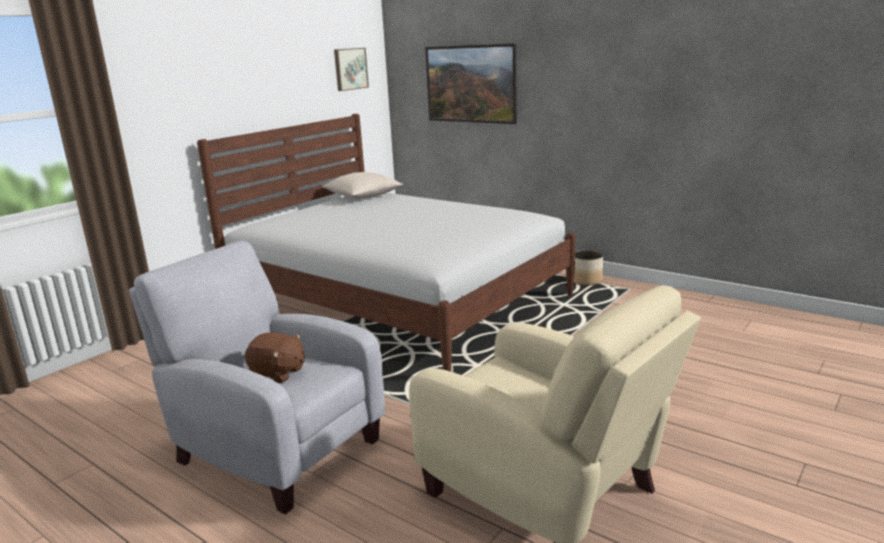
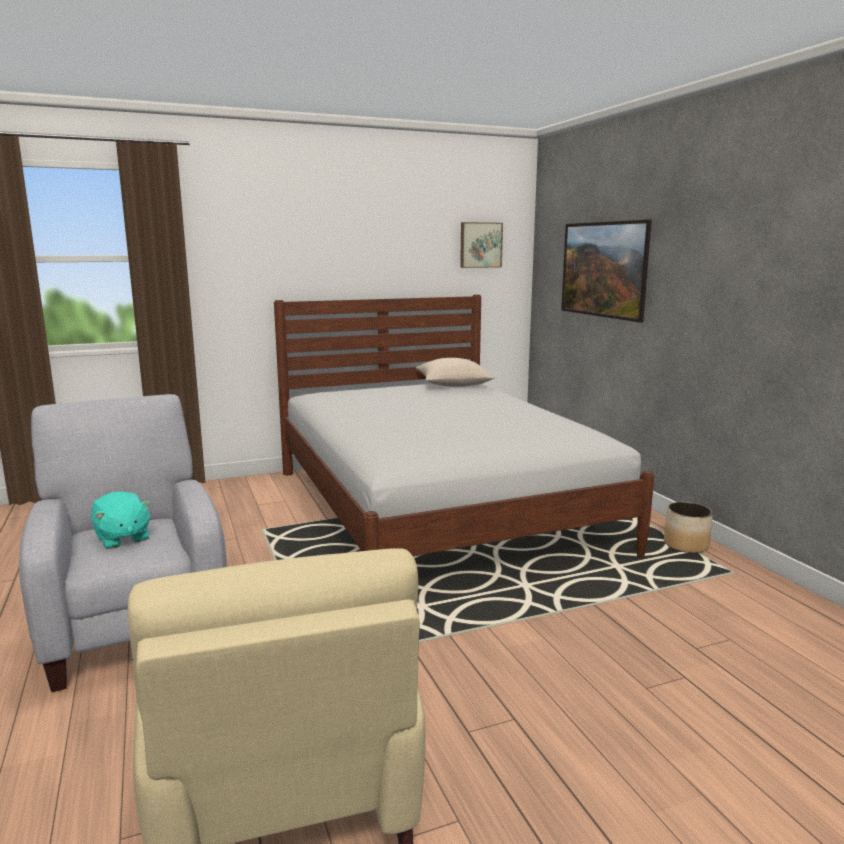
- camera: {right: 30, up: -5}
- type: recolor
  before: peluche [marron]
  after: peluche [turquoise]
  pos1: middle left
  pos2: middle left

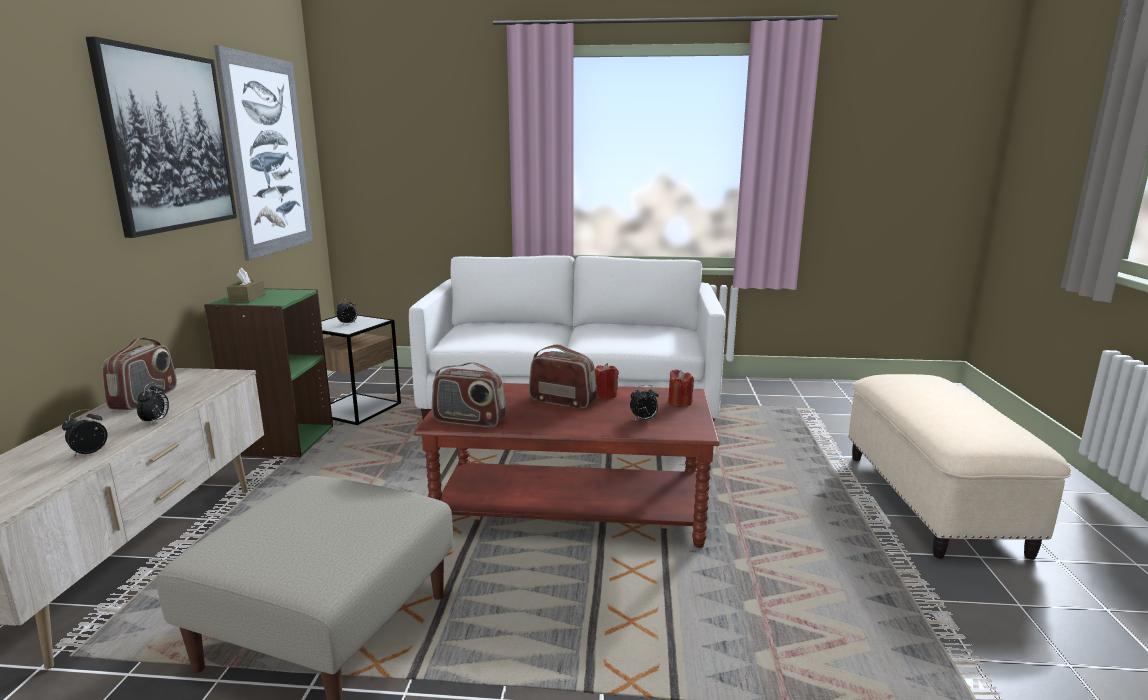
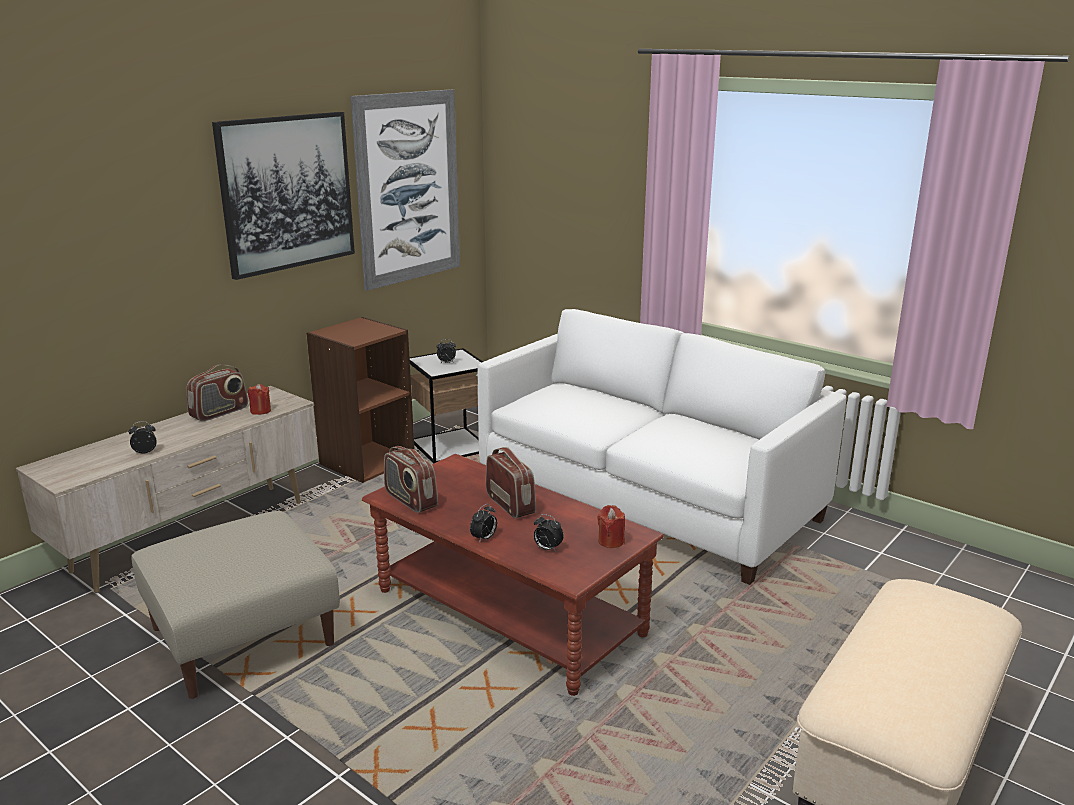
- camera: {right: 35, up: 5}
- type: move
  before: bougie [rouge] (1st from left)
  pos1: centre
  pos2: middle left
- type: recolor
  before: bibliothèque [vert]
  after: bibliothèque [marron]
  pos1: middle left
  pos2: centre
- type: move
  before: réveil (2nd from left in the first image)
  after: réveil (3rd from left)
  pos1: middle left
  pos2: centre
- type: delete
  before: boîte à mouchoirs [marron]
  pos1: middle left

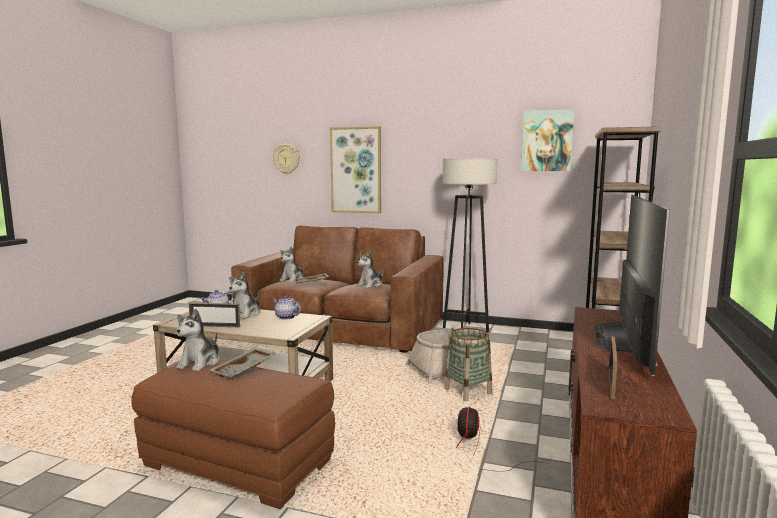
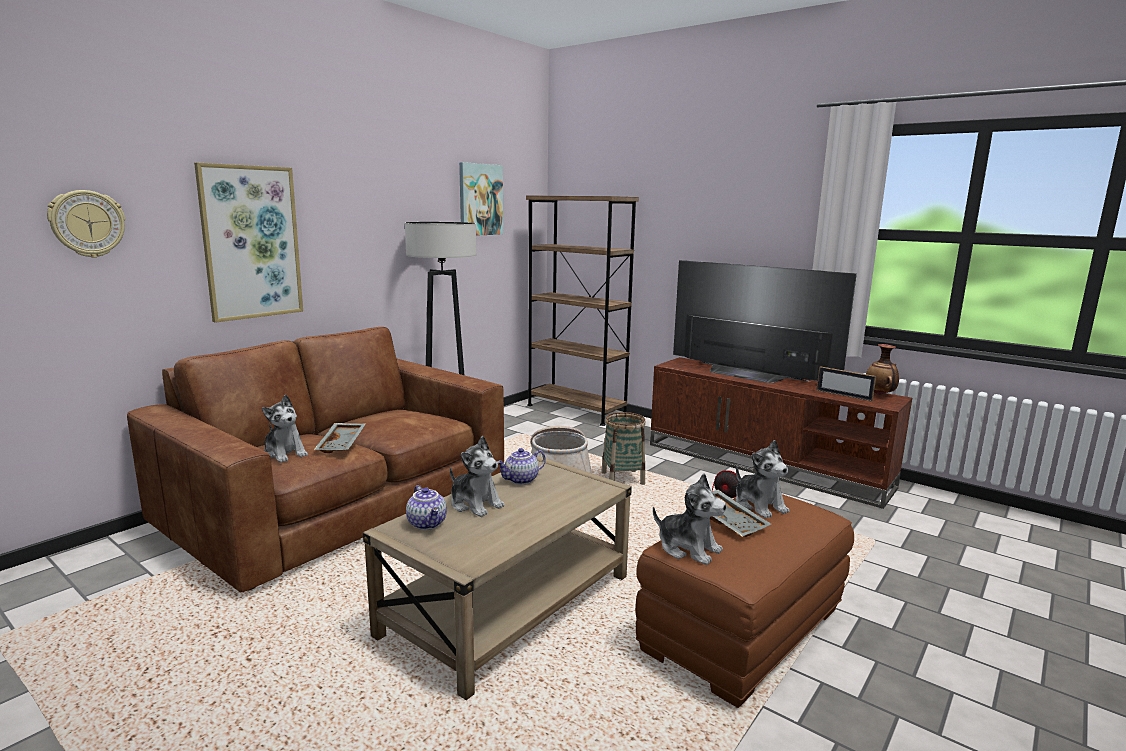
- camera: {right: -70, up: 5}
- type: move
  before: peluche (4th from left)
  pos1: centre
  pos2: middle right
- type: insert
  after: vase
  pos2: middle right
- type: delete
  before: cadre photo (1st from left)
  pos1: middle left

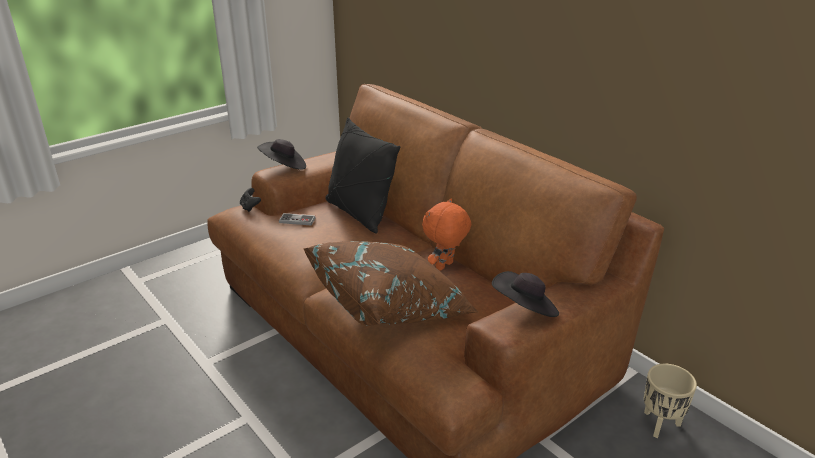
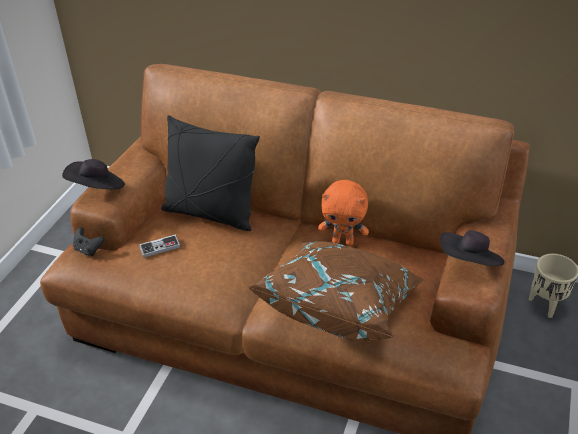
- camera: {right: -30, up: 10}
- type: rotate
  before: peluche [orange]
  pos1: centre
  pos2: centre
  turn: -90

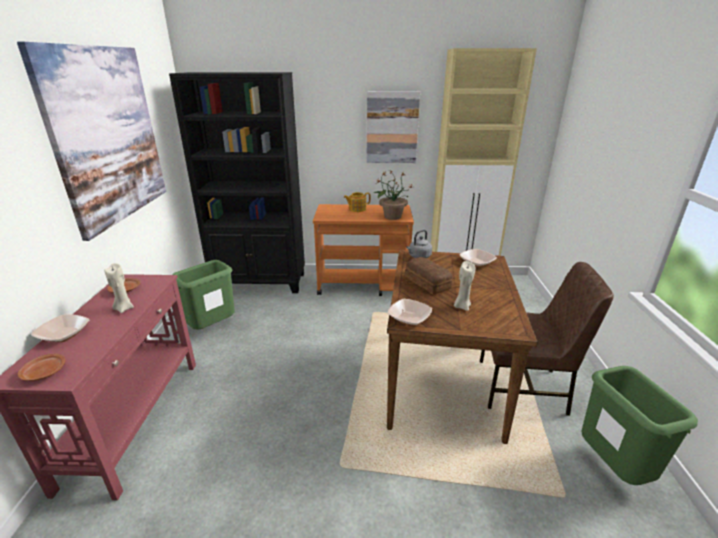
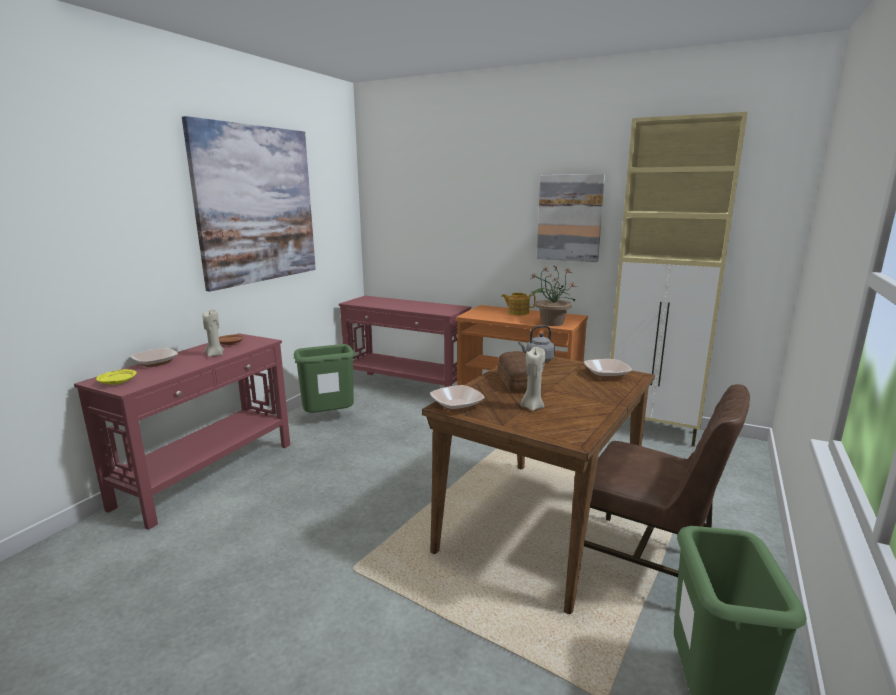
- camera: {right: 25, up: -10}
- type: recolor
  before: assiette [marron] (1st from left)
  after: assiette [jaune]
  pos1: bottom left
  pos2: middle left
- type: replace
  before: bibliothèque [noir]
  after: table console [rouge] (2nd from left)
  pos1: middle left
  pos2: centre

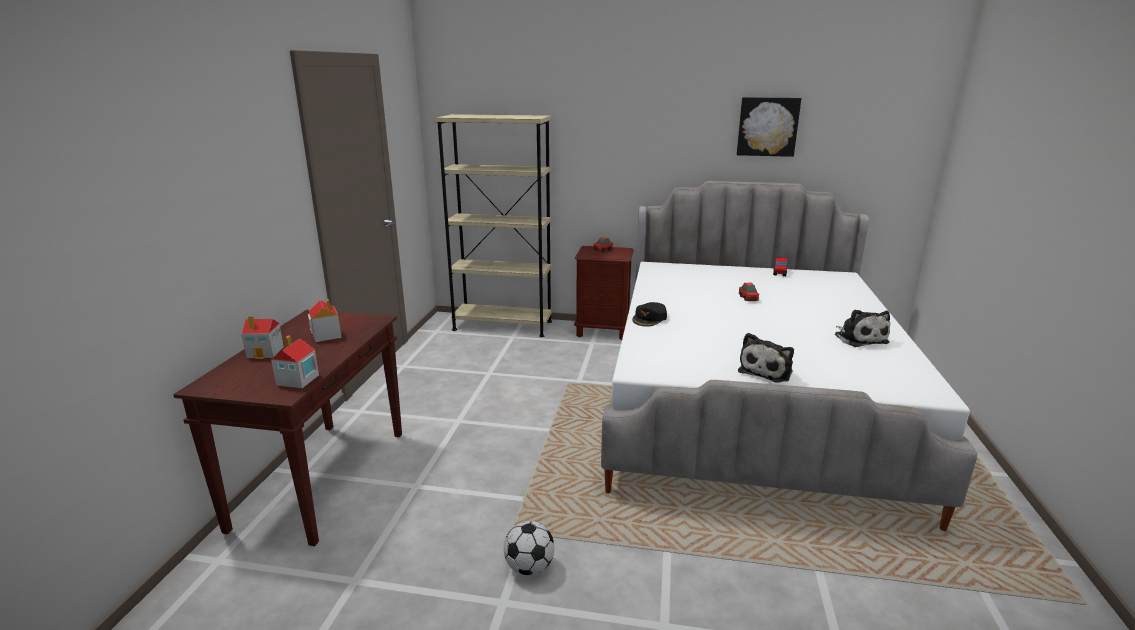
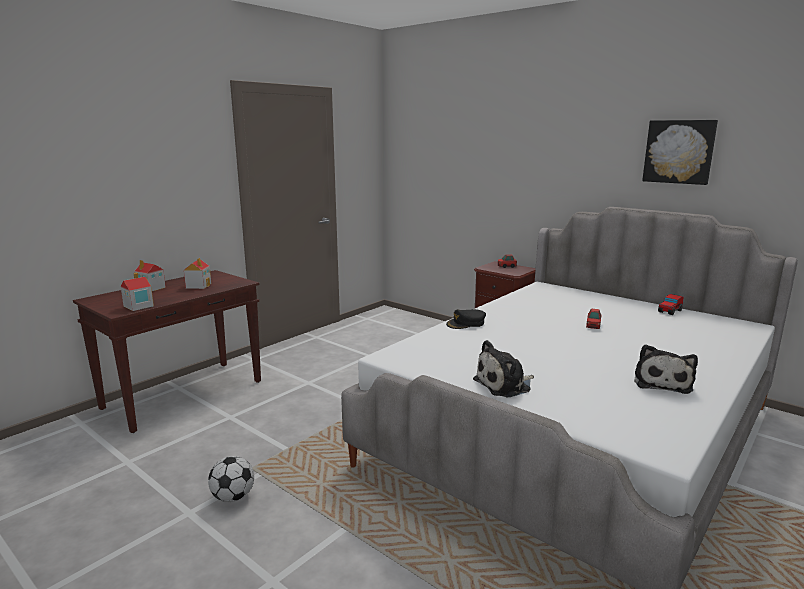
- camera: {right: 30, up: -5}
- type: delete
  before: bibliothèque [beige]
  pos1: centre

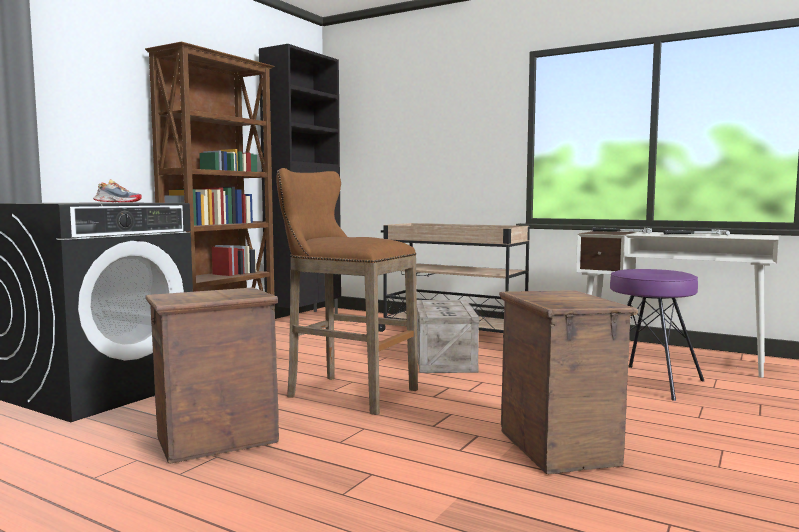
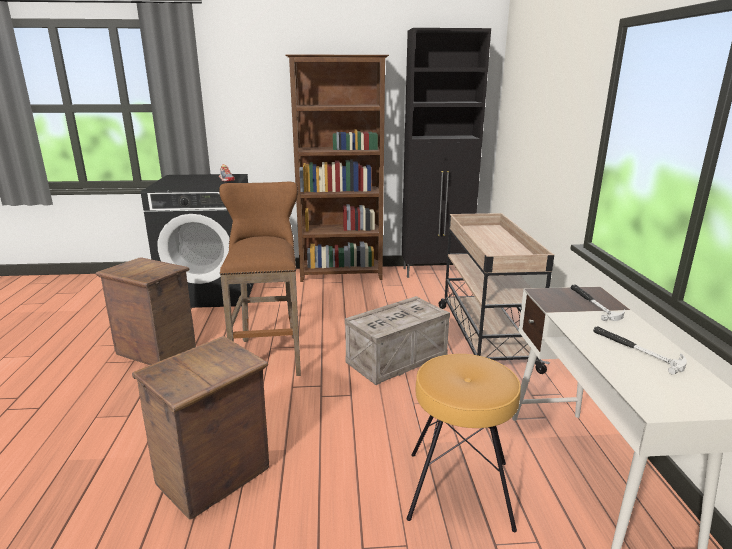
- camera: {right: 55, up: 15}
- type: recolor
  before: tabouret [violet]
  after: tabouret [marron] (2nd from left)
  pos1: middle right
  pos2: bottom centre

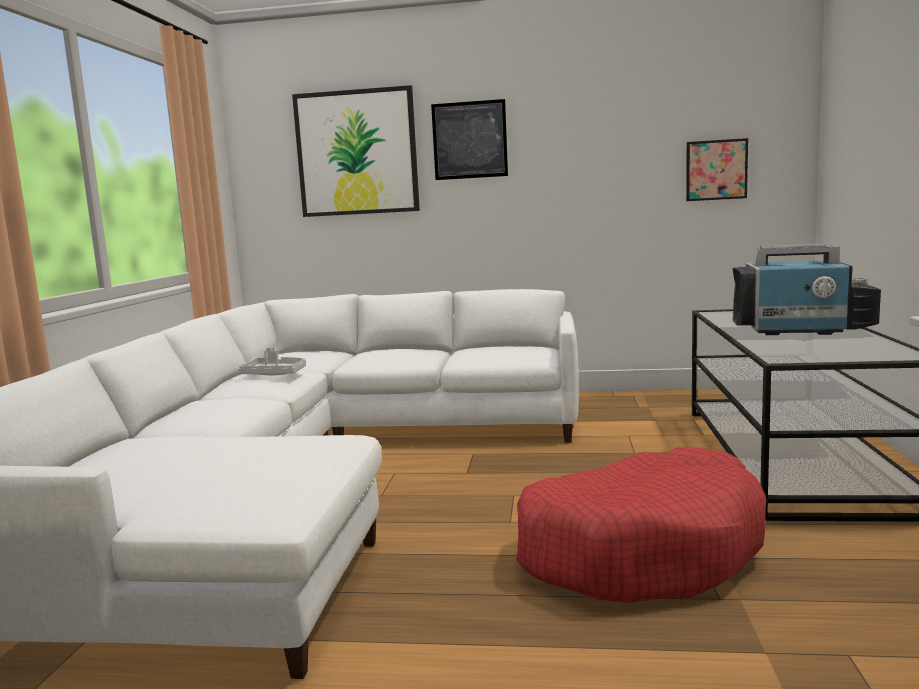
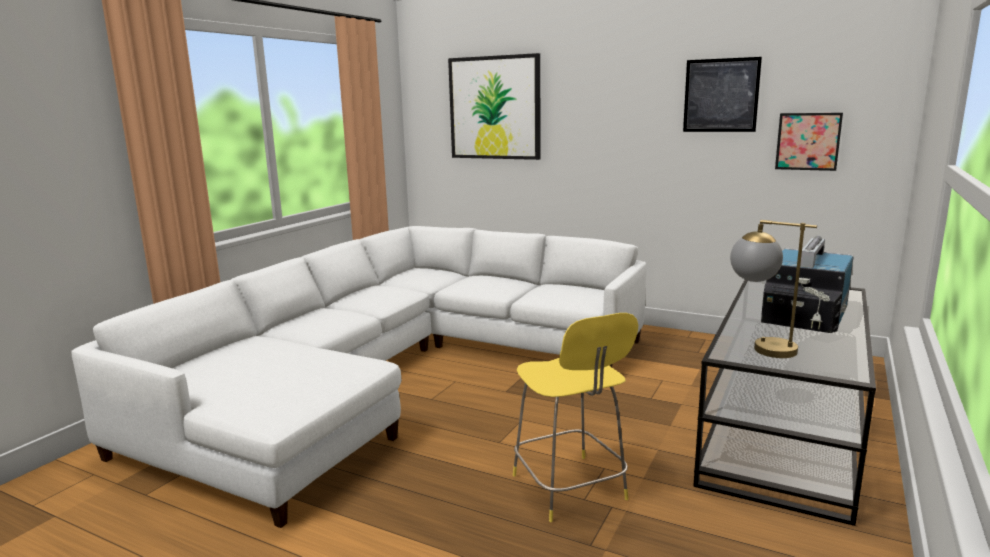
- camera: {right: 20, up: 5}
- type: replace
  before: panier pour chien [rouge]
  after: tabouret [jaune]
  pos1: bottom right
  pos2: bottom centre
- type: move
  before: tableau (2nd from left)
  pos1: top centre
  pos2: top right
- type: insert
  after: lampe de table
  pos2: middle right
- type: rotate
  before: téléviseur
  pos1: middle right
  pos2: middle right
  turn: 90
- type: delete
  before: plateau [gris]
  pos1: middle left

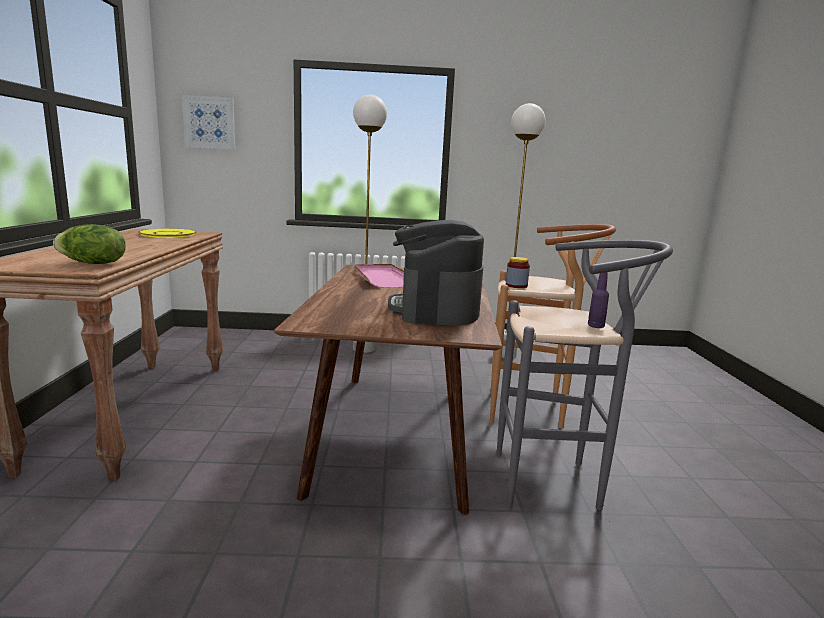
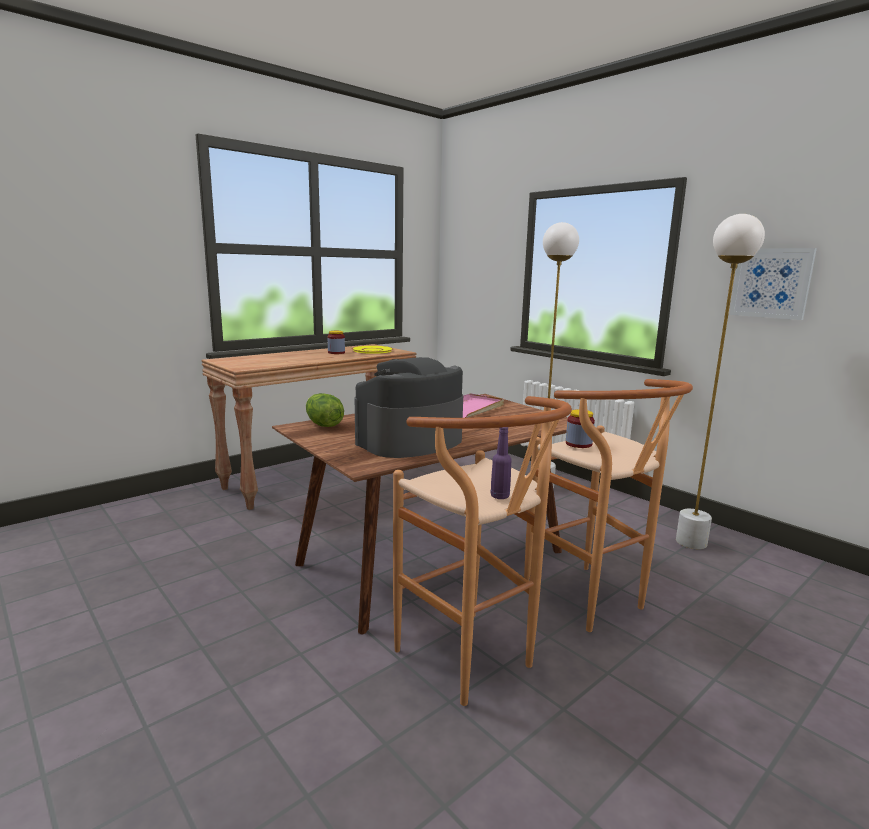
- camera: {right: 50, up: 0}
- type: move
  before: laitue
  pos1: middle left
  pos2: centre
- type: insert
  after: bocal (1st from left)
  pos2: centre
- type: recolor
  before: tabouret [gris]
  after: tabouret [marron] (1st from left)
  pos1: middle right
  pos2: centre
- type: move
  before: tableau
  pos1: top left
  pos2: middle right

